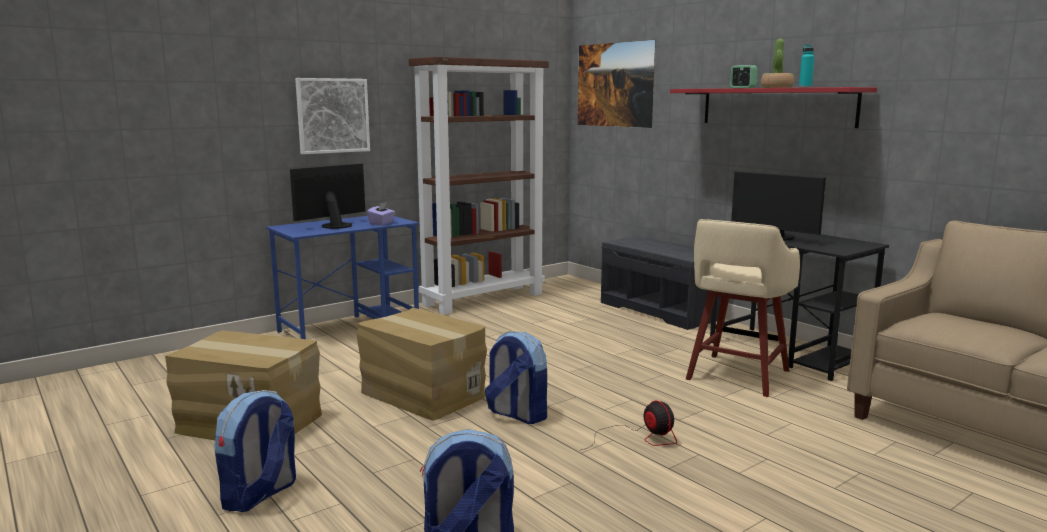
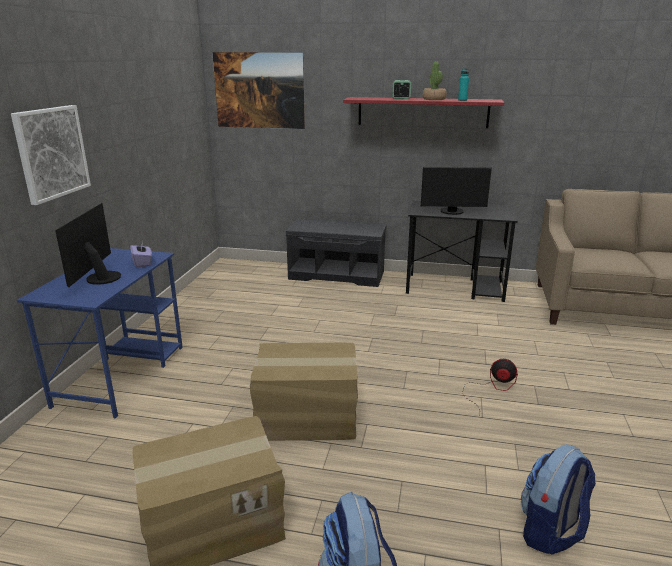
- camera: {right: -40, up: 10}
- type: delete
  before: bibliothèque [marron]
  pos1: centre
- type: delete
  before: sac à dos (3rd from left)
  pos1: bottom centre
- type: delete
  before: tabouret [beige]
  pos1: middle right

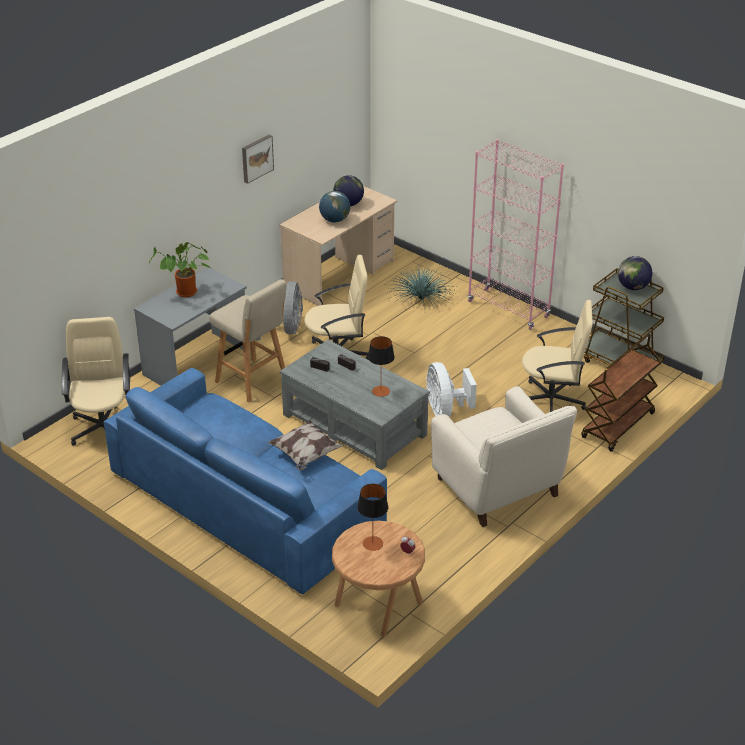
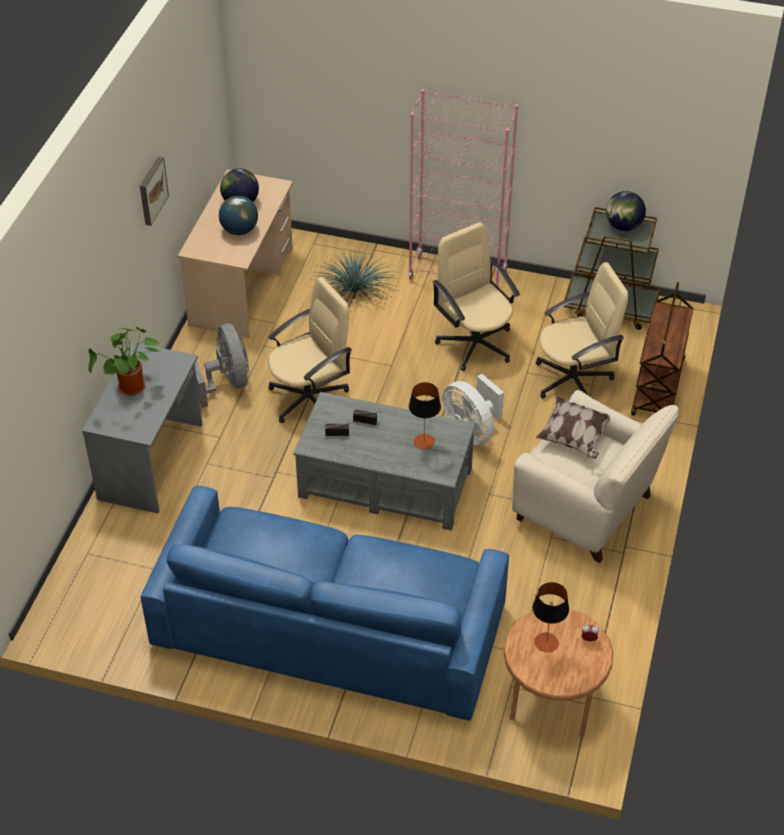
- camera: {right: -25, up: 10}
- type: move
  before: chaise de bureau [beige] (1st from left in the first image)
  after: chaise de bureau [beige] (2nd from left)
  pos1: middle left
  pos2: centre
- type: move
  before: coussin
  pos1: centre
  pos2: middle right
- type: delete
  before: tabouret [beige]
  pos1: middle left

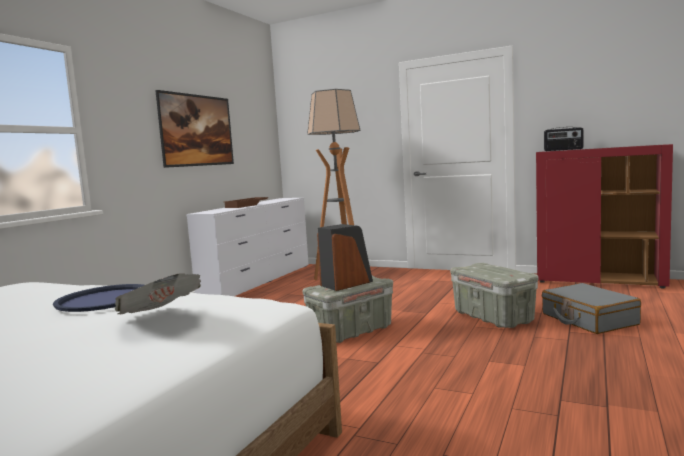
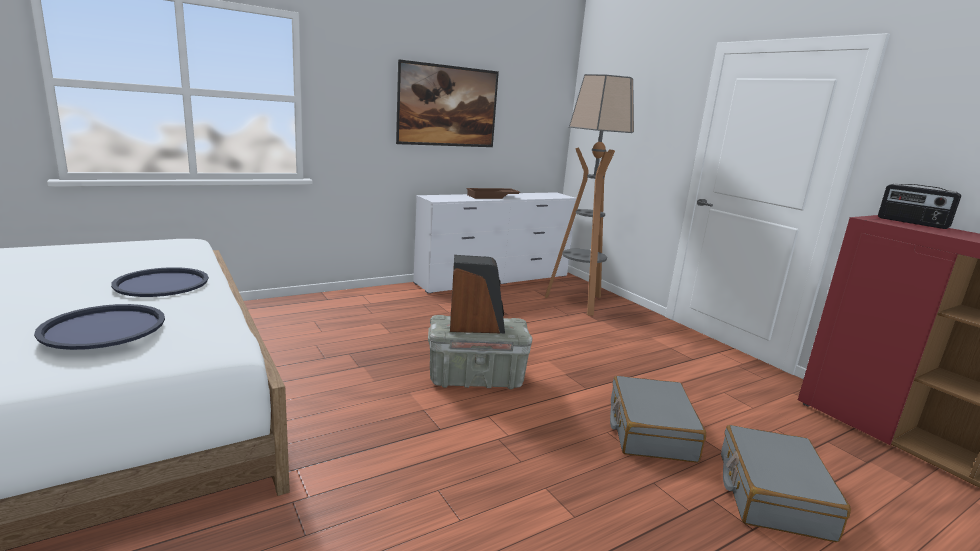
- camera: {right: 30, up: 10}
- type: replace
  before: journal
  after: plateau [bleu] (1st from left)
  pos1: middle left
  pos2: middle left
- type: replace
  before: boîte de rangement [gris] (2nd from left)
  after: valise [gris] (1st from left)
  pos1: middle right
  pos2: bottom right

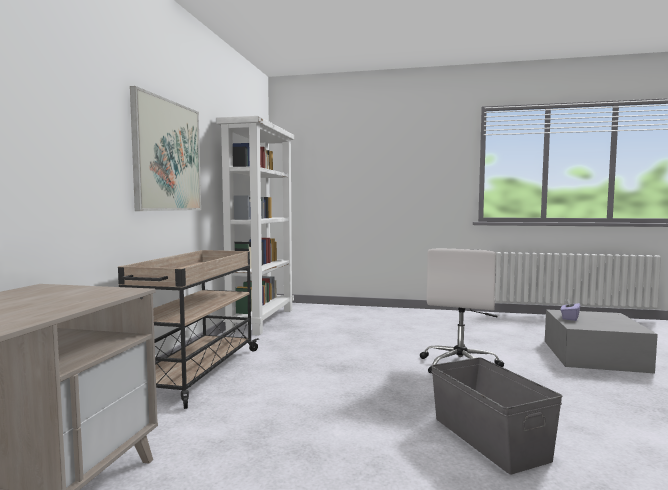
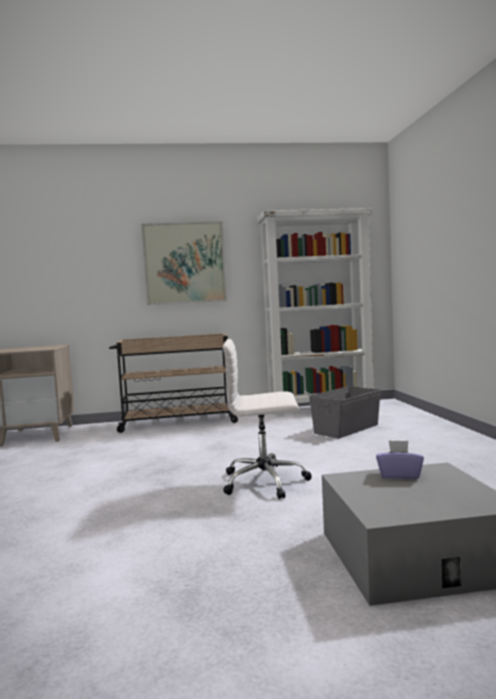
- camera: {right: 70, up: 0}
- type: move
  before: boîte de rangement [gris] (1st from left)
  pos1: bottom right
  pos2: middle right

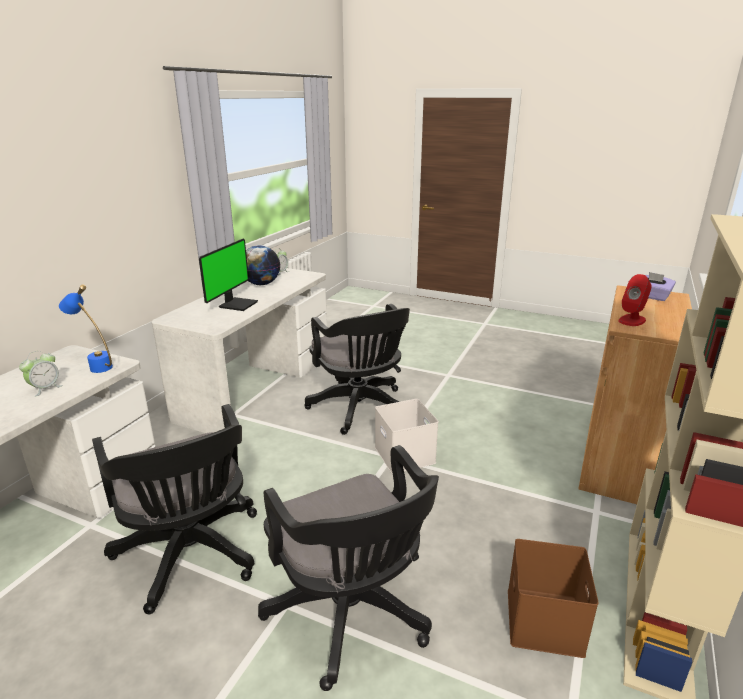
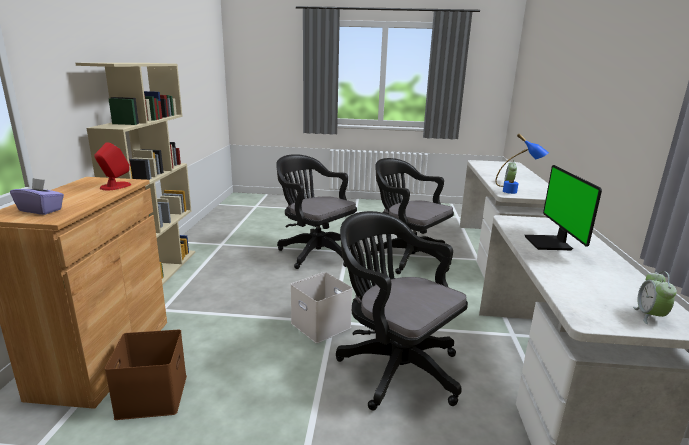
- camera: {right: 160, up: -5}
- type: move
  before: boîte de rangement [marron]
  pos1: bottom right
  pos2: bottom left
- type: delete
  before: globe
  pos1: centre

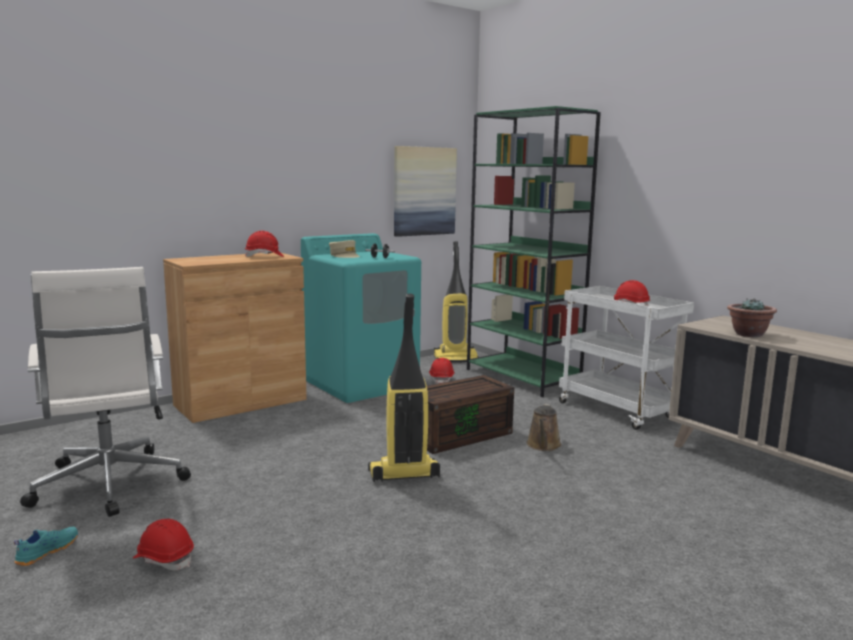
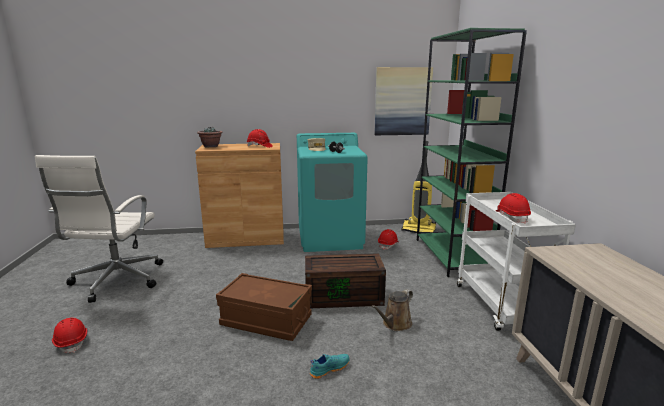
- camera: {right: 30, up: 5}
- type: move
  before: plante en pot
  pos1: middle right
  pos2: middle left
- type: replace
  before: aspirateur (1st from left)
  after: boîte de rangement [marron] (1st from left)
  pos1: centre
  pos2: bottom centre
- type: move
  before: chaussure [turquoise]
  pos1: bottom left
  pos2: bottom centre

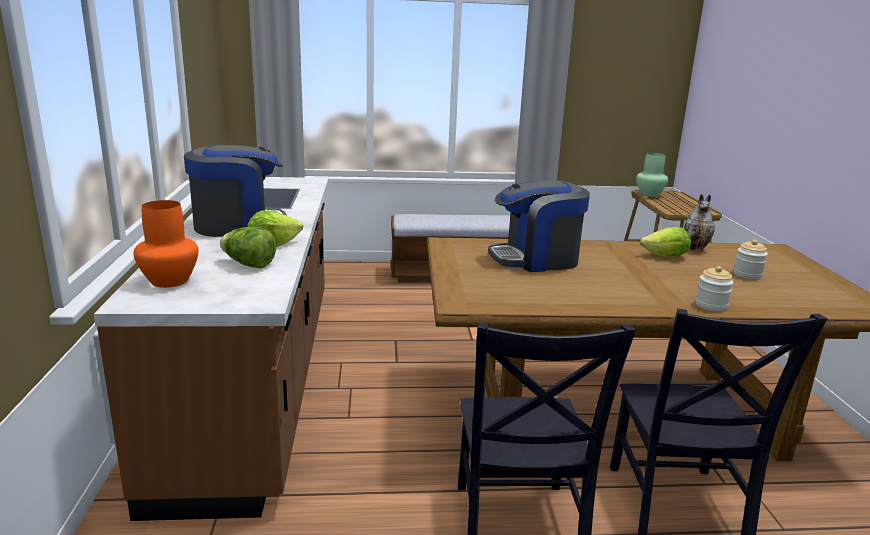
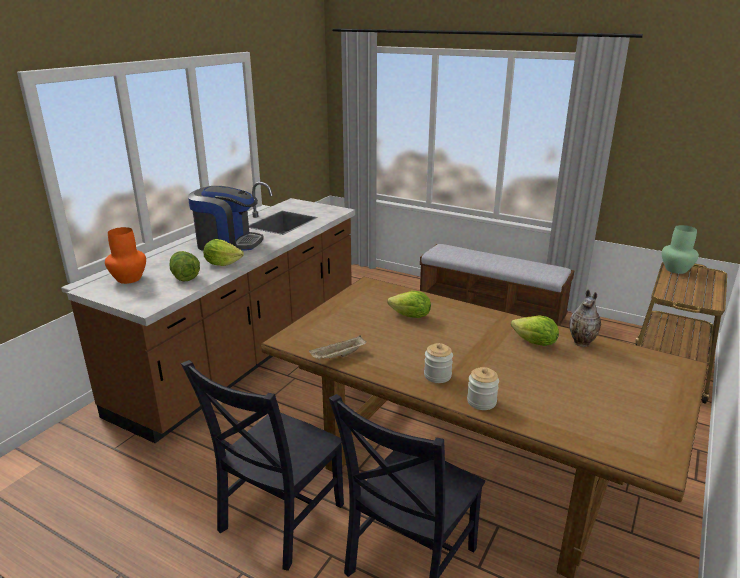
- camera: {right: 35, up: 5}
- type: insert
  after: plateau [beige]
  pos2: centre
- type: replace
  before: machine à café (2nd from left)
  after: laitue (3rd from left)
  pos1: centre
  pos2: centre
- type: move
  before: bocal (2nd from left in the first image)
  after: bocal (1st from left)
  pos1: middle right
  pos2: centre

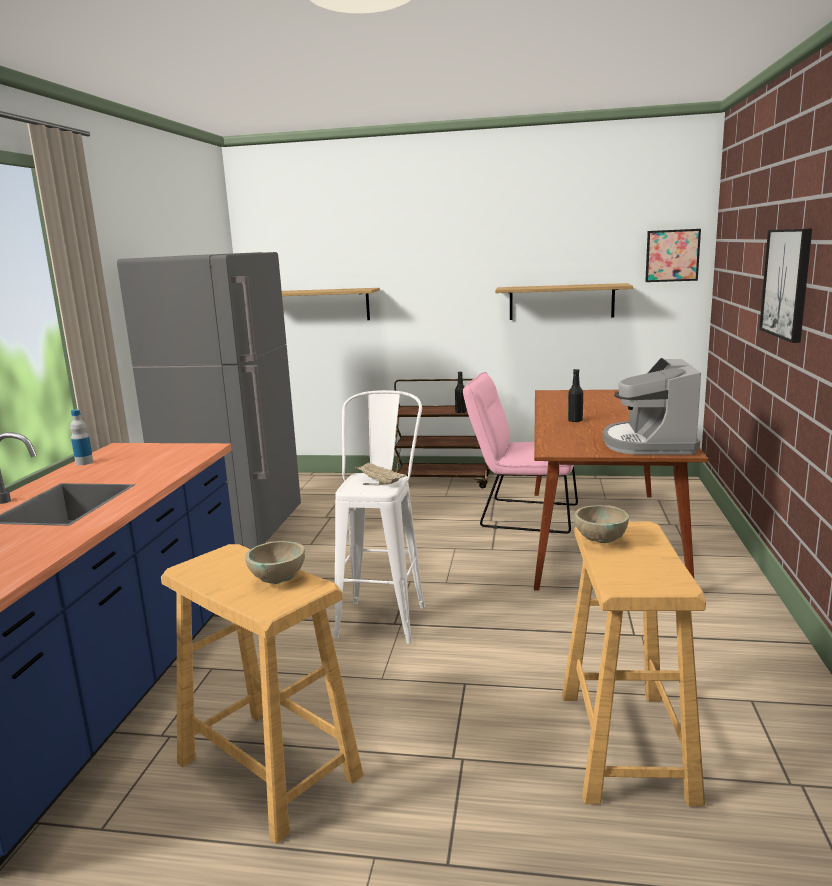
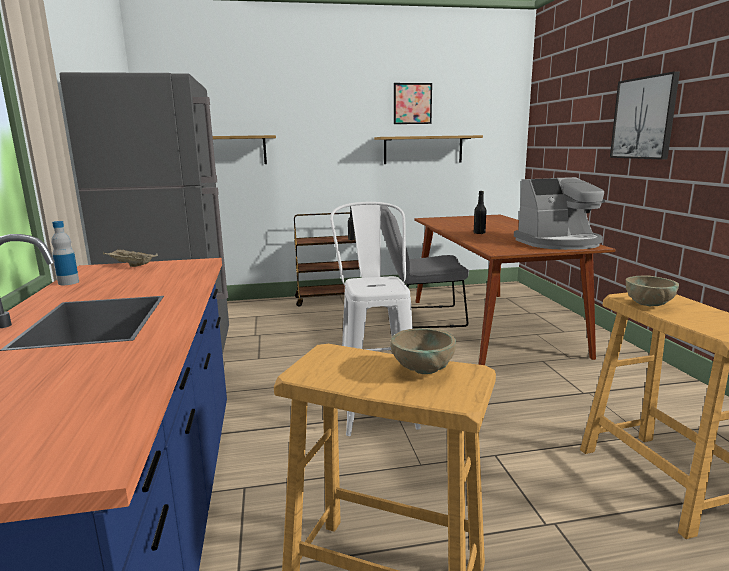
- camera: {right: -20, up: 0}
- type: move
  before: plateau [beige]
  pos1: centre
  pos2: middle left
- type: recolor
  before: chaise [rose]
  after: chaise [gris]
  pos1: centre
  pos2: centre
- type: move
  before: tableau (1st from left)
  pos1: top right
  pos2: top centre
- type: rotate
  before: machine à café
  pos1: middle right
  pos2: middle right
  turn: -90

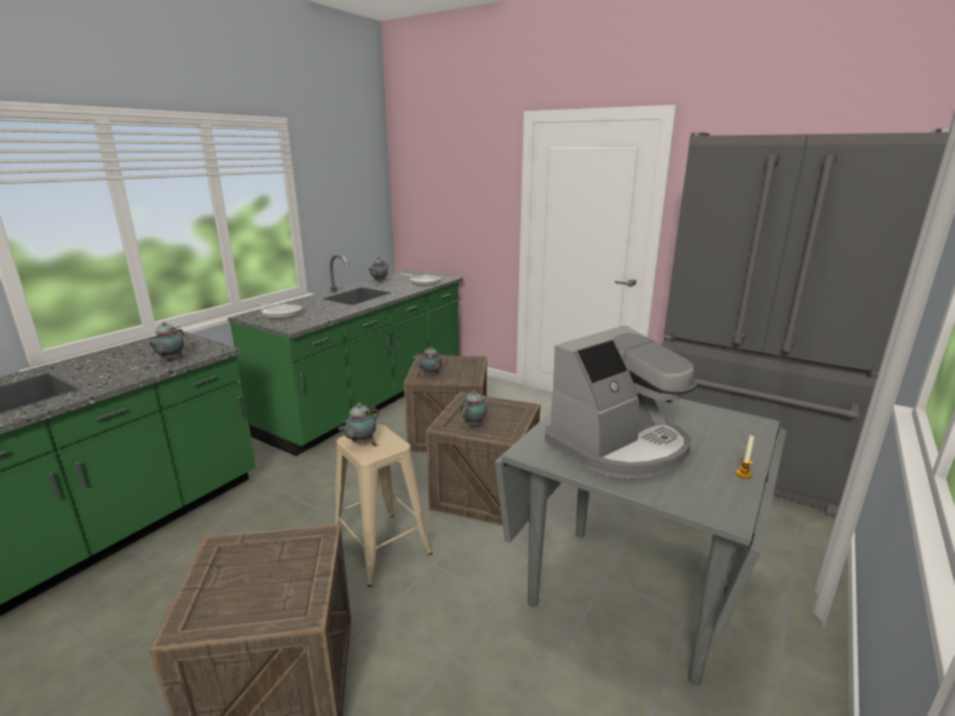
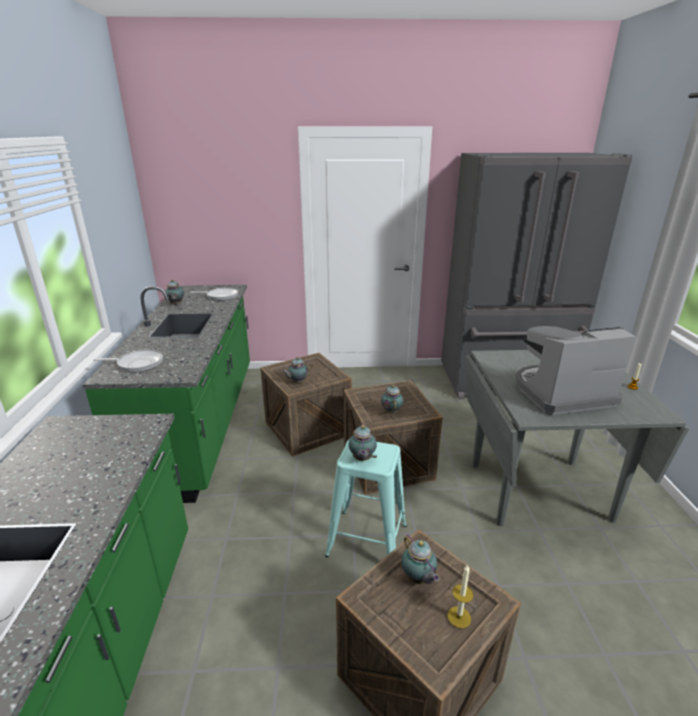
- camera: {right: -35, up: 5}
- type: recolor
  before: tabouret [beige]
  after: tabouret [turquoise]
  pos1: bottom centre
  pos2: bottom centre
- type: move
  before: théière (1st from left in the first image)
  after: théière (5th from left)
  pos1: middle left
  pos2: bottom centre
- type: insert
  after: bougie (1st from left)
  pos2: bottom centre
- type: rotate
  before: machine à café
  pos1: centre
  pos2: middle right
  turn: -120

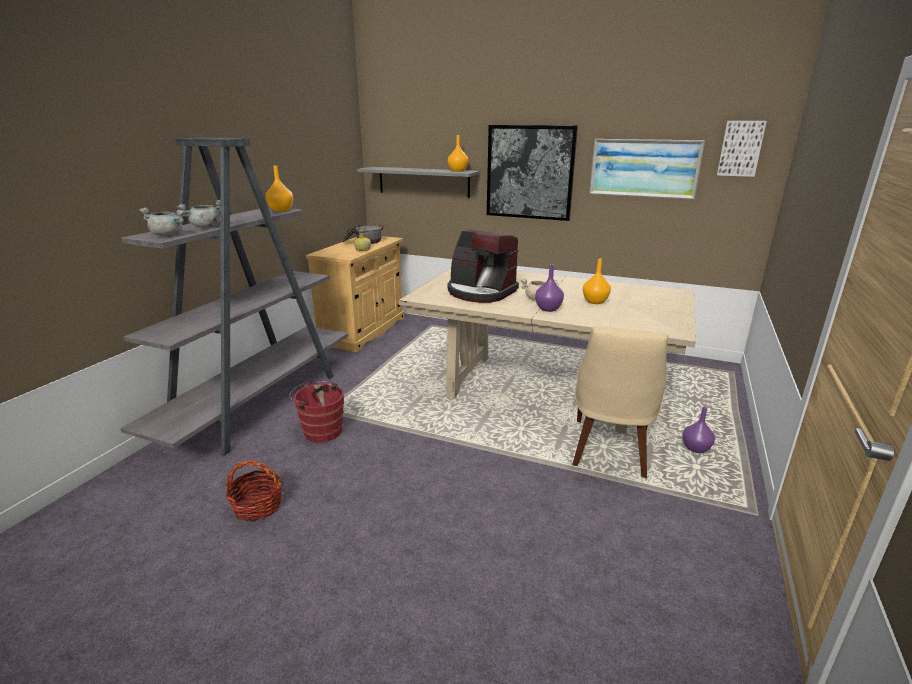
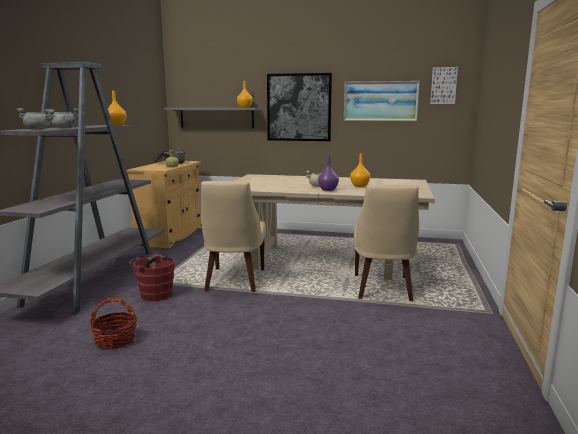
- camera: {right: -10, up: -10}
- type: insert
  after: chaise [beige] (1st from left)
  pos2: centre
- type: delete
  before: machine à café
  pos1: centre
- type: delete
  before: vase [violet] (2nd from left)
  pos1: middle right

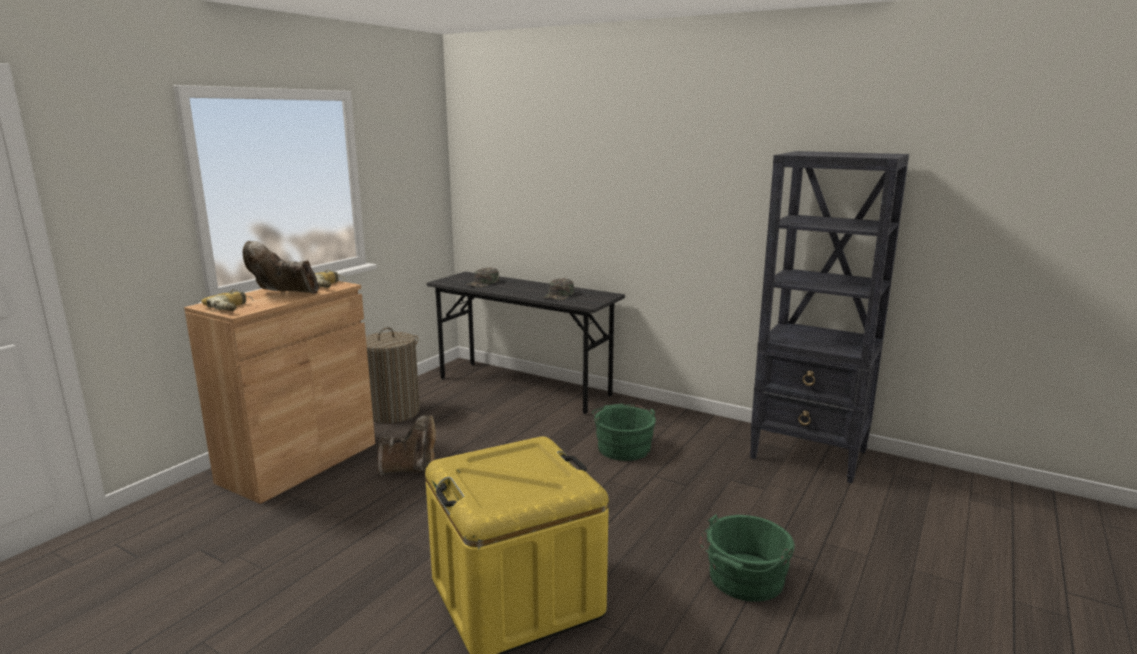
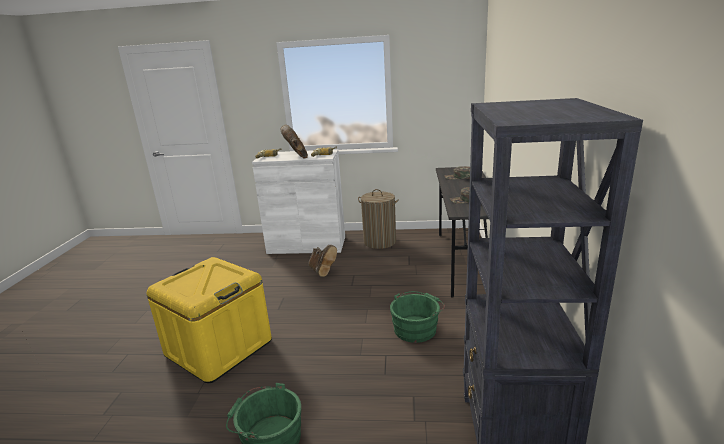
- camera: {right: 65, up: 5}
- type: recolor
  before: meuble de rangement [marron]
  after: meuble de rangement [blanc]
  pos1: middle left
  pos2: centre

